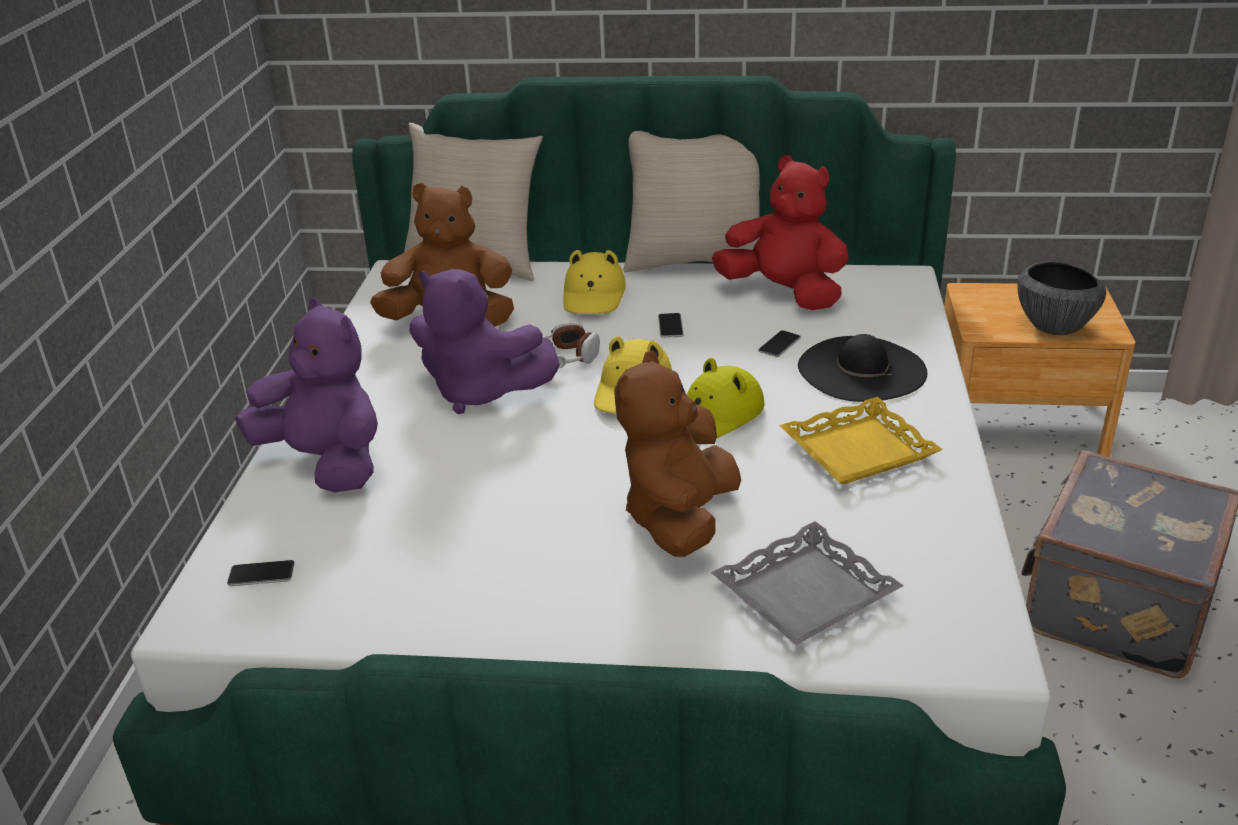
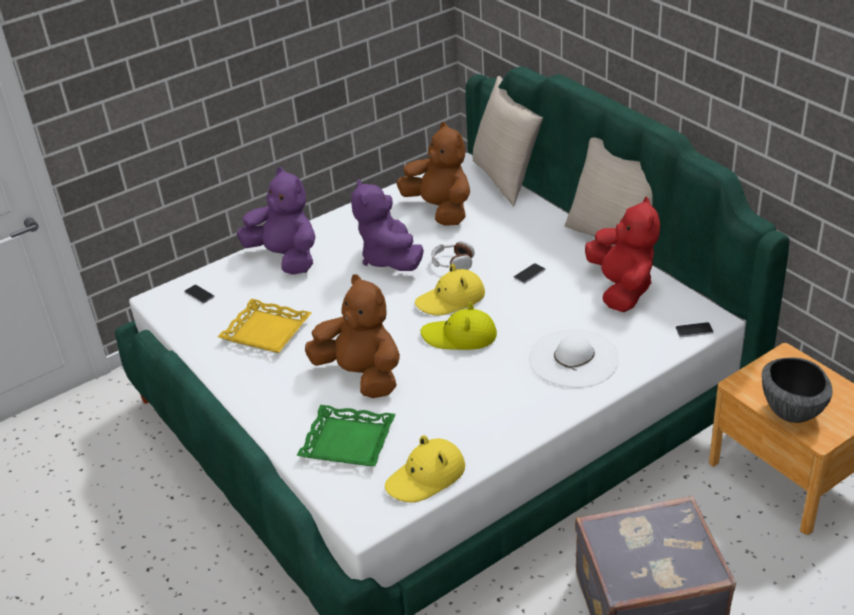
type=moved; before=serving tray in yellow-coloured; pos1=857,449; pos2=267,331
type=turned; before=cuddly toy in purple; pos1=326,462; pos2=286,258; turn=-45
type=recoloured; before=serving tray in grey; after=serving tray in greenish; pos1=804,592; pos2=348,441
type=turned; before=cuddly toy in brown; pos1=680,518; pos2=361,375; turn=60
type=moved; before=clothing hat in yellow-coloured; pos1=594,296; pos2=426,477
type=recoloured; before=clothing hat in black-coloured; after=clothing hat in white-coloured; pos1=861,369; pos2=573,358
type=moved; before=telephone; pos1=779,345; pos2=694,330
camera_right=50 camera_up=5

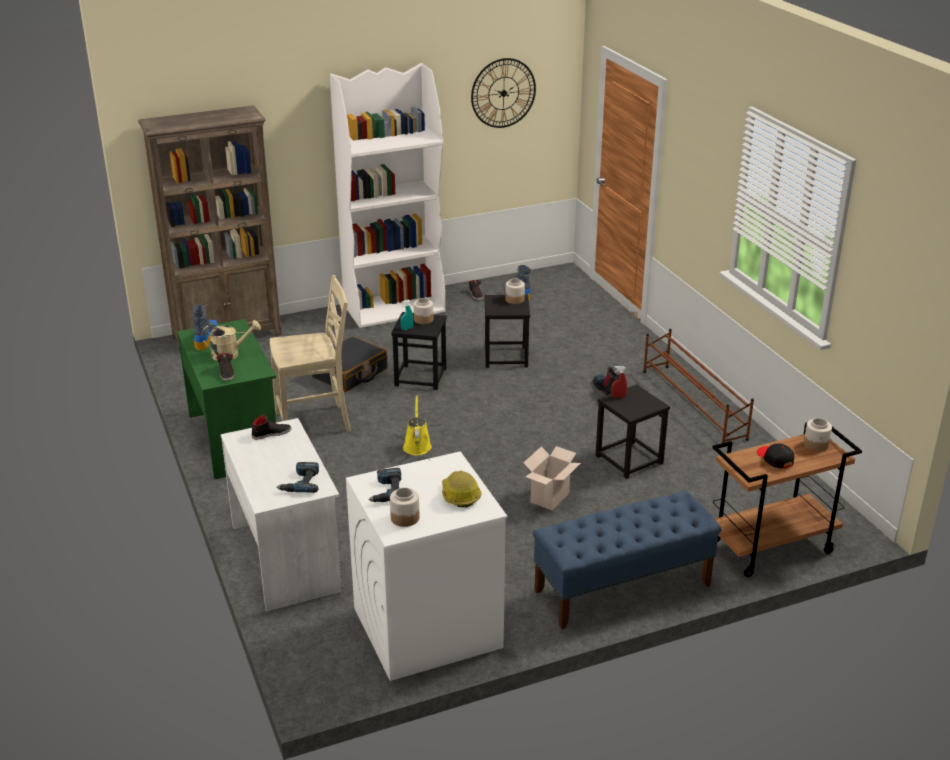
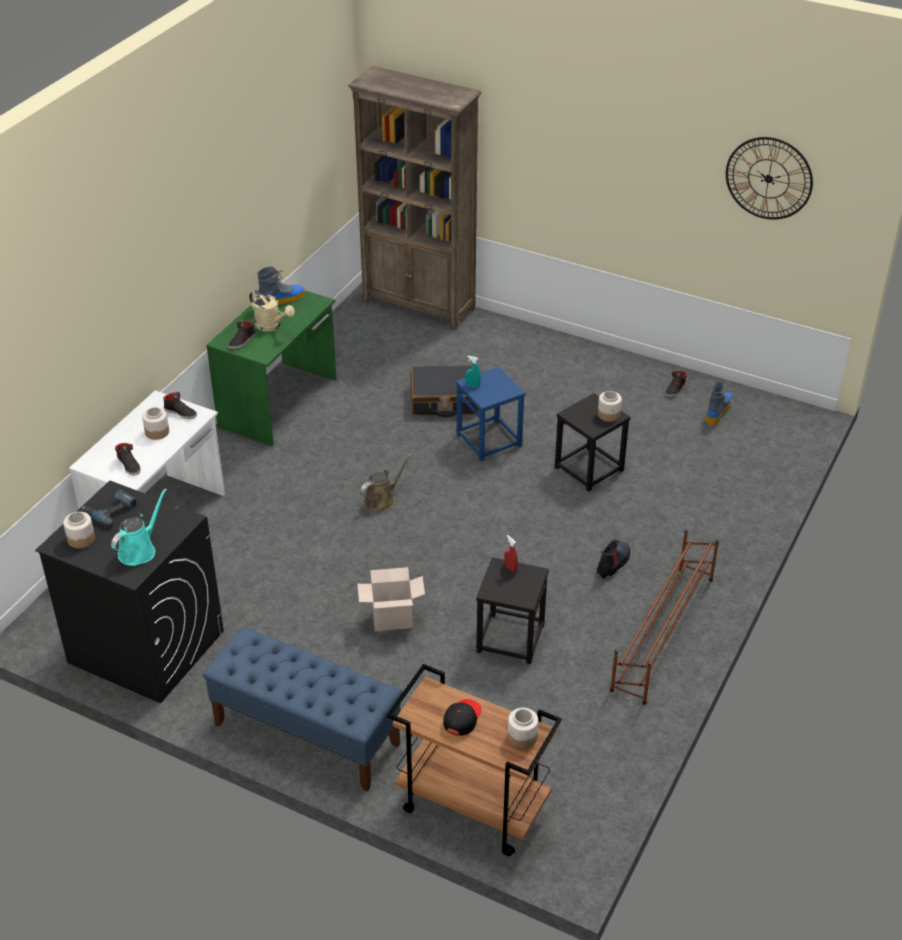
type=recoloured; before=washing machine in white-coloured; after=washing machine in black-coloured; pos1=426,628; pos2=145,646
type=replaced; before=work helmet; after=watering pot in blue-green; pos1=460,495; pos2=139,550
type=replaced; before=power drill; after=item of footwear in black-coloured; pos1=300,482; pos2=129,465
type=moved; before=storage jar; pos1=423,319; pos2=157,432
type=recoloured; before=watering pot in yellow-coloured; after=watering pot in brown; pos1=417,445; pos2=382,500
type=recoloured; before=sitting stool in black-coloured; after=sitting stool in bluish; pos1=420,377; pos2=489,440
type=removed; before=upright chair in beige-coloured; pos1=315,423
type=removed; before=bookcase in white-coloured; pos1=394,308
camera_right=50 camera_up=10

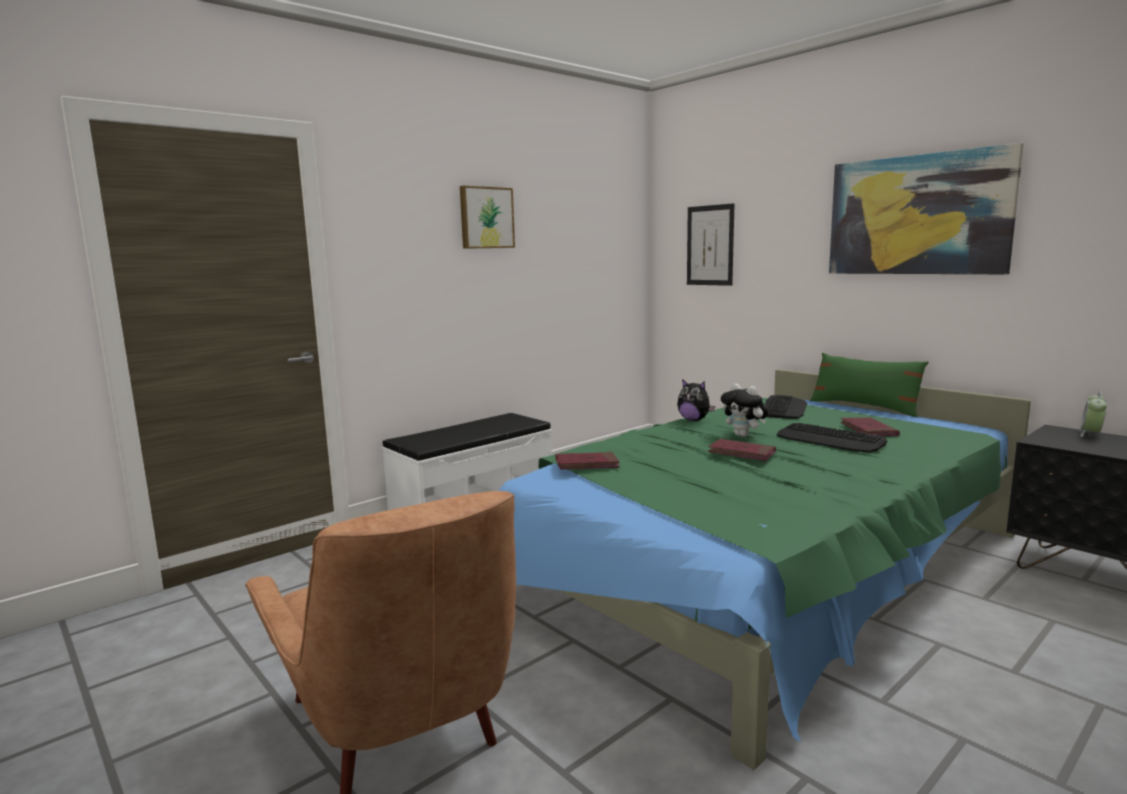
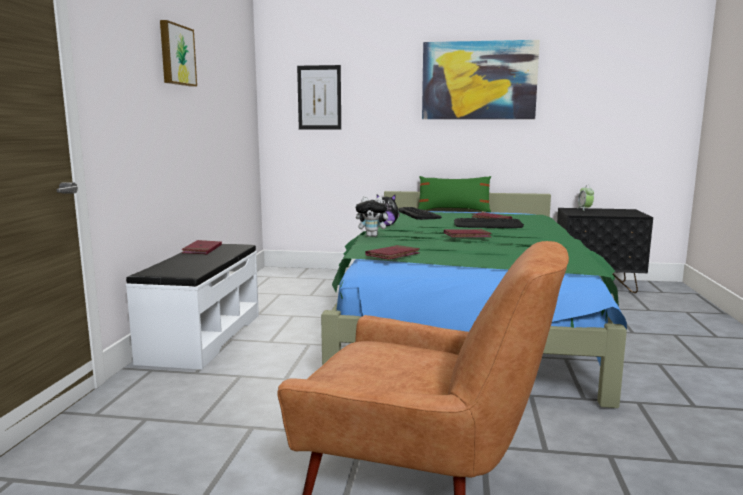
type=added; after=volume in red; pos2=202,249
type=moved; before=cuddly toy; pos1=744,435; pos2=373,236
camera_right=-40 camera_up=0

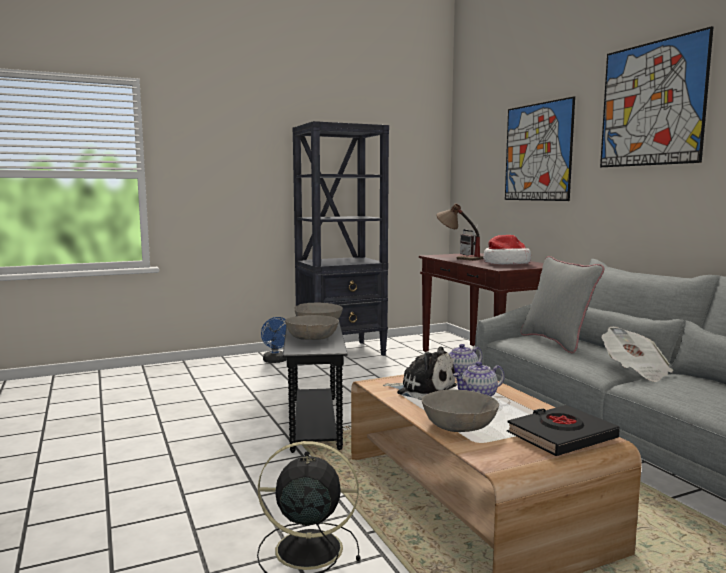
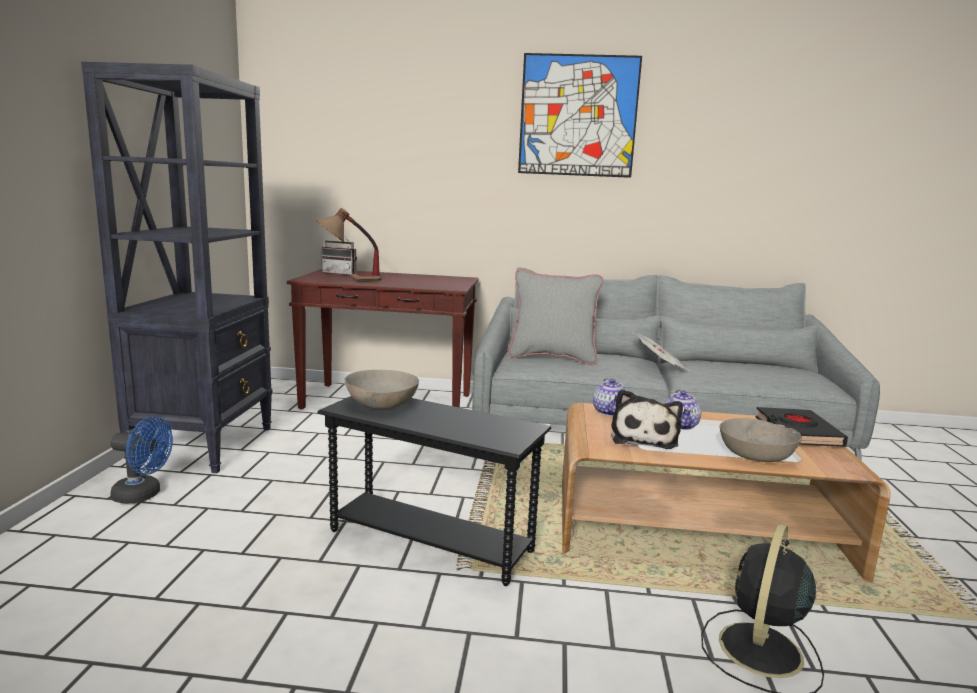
type=turned; before=cuddly toy; pos1=423,390; pos2=644,438; turn=135
type=removed; before=deep dish in grey; pos1=312,337
type=removed; before=clothing hat; pos1=505,264
type=removed; before=picture; pos1=537,152
camera_right=-60 camera_up=5

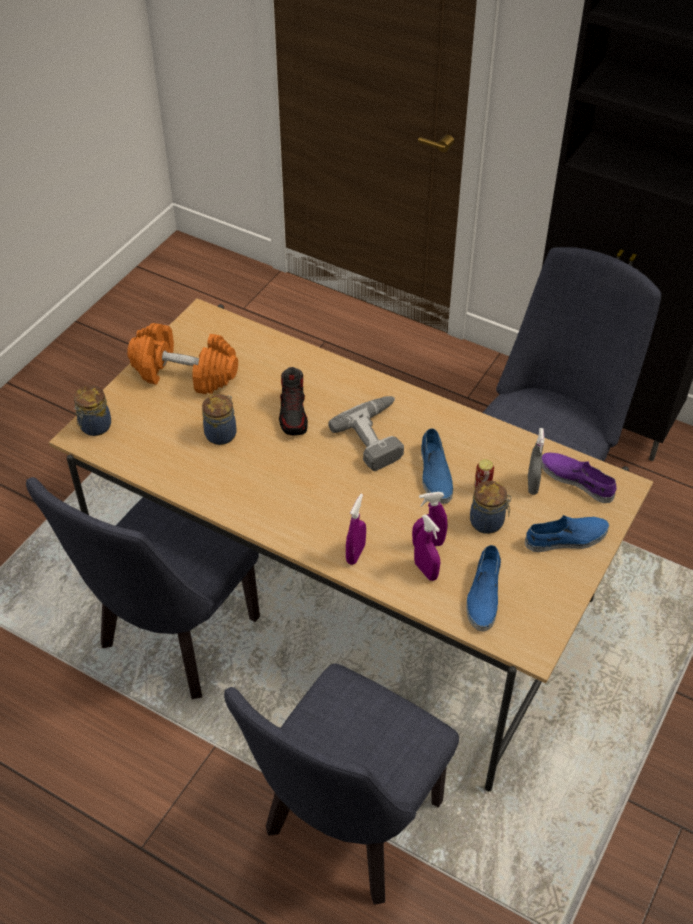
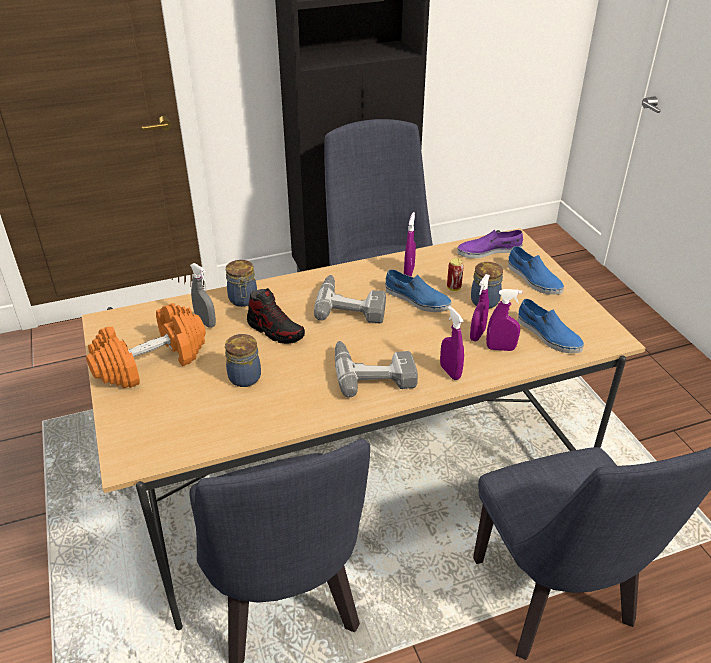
type=moved; before=spray bottle in grey; pos1=532,485; pos2=206,322
type=moved; before=storage jar; pos1=94,427; pos2=243,300
type=added; after=power drill; pos2=373,371
type=added; after=spray bottle in purple; pos2=409,272
type=turned; before=item of footwear in bluish; pos1=566,539; pos2=533,279; turn=120
camera_right=-50 camera_up=-10

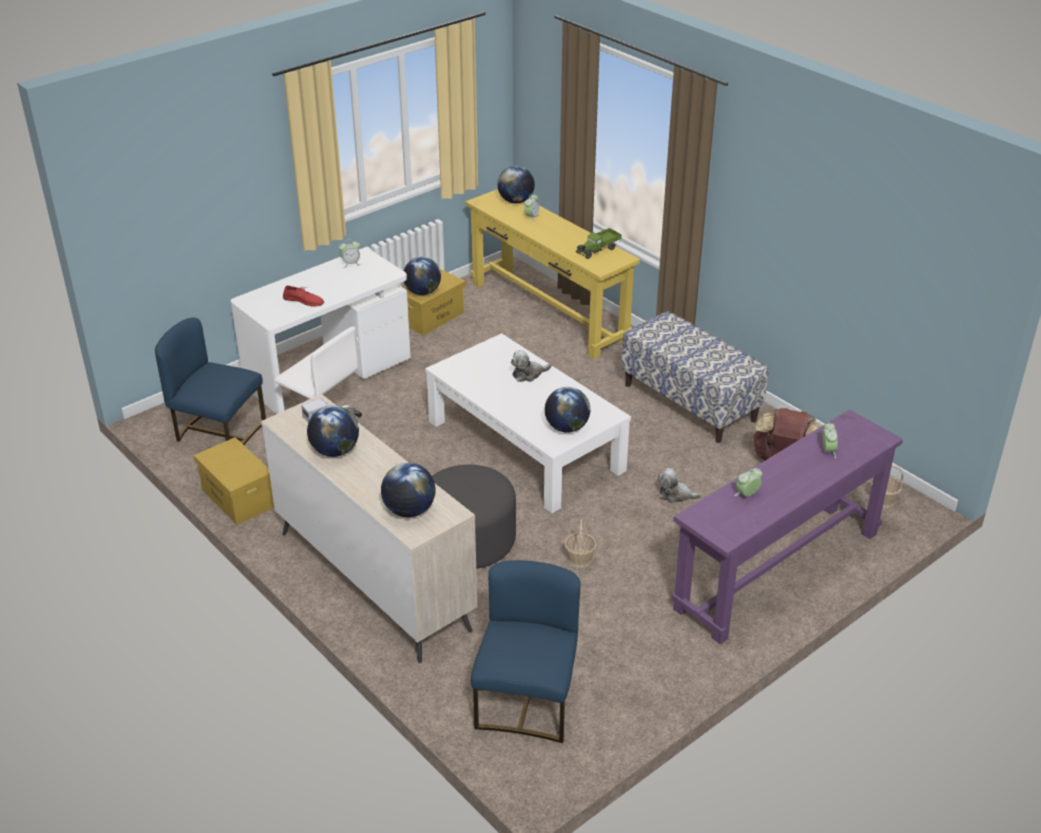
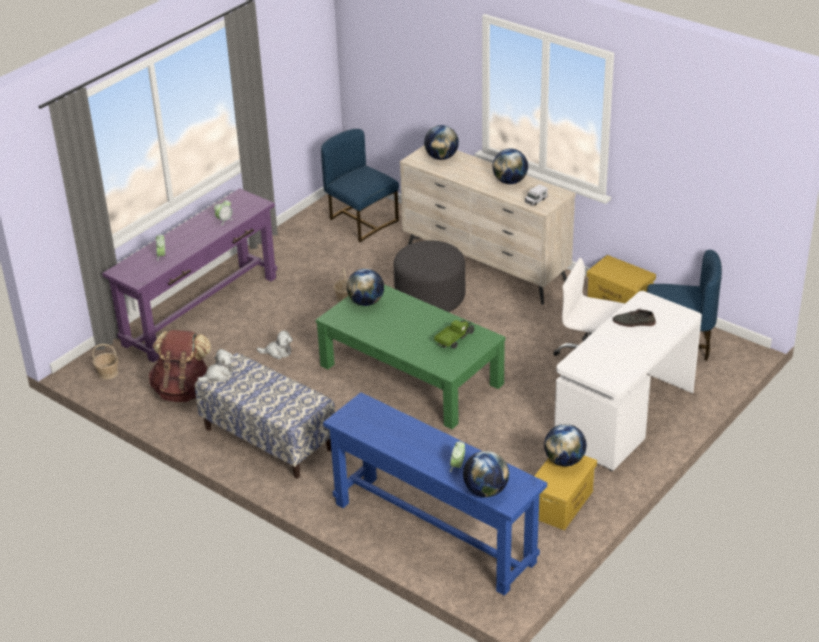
type=moved; before=cuddly toy; pos1=528,374; pos2=218,375
type=recoloured; before=coffee table in white-coloured; after=coffee table in greenish; pos1=524,445; pos2=411,375
type=turned; before=upright chair in bluish; pos1=527,701; pos2=361,221; turn=135
type=recoloured; before=narrow table in yellow-coloured; after=narrow table in bluish; pos1=548,311; pos2=434,532
type=moved; before=toy lorry; pos1=598,250; pos2=454,339
type=recoloured; before=item of footwear in red; after=item of footwear in grey; pos1=303,300; pos2=634,322
type=removed; before=alarm clock; pos1=351,264
camera_right=170 camera_up=0

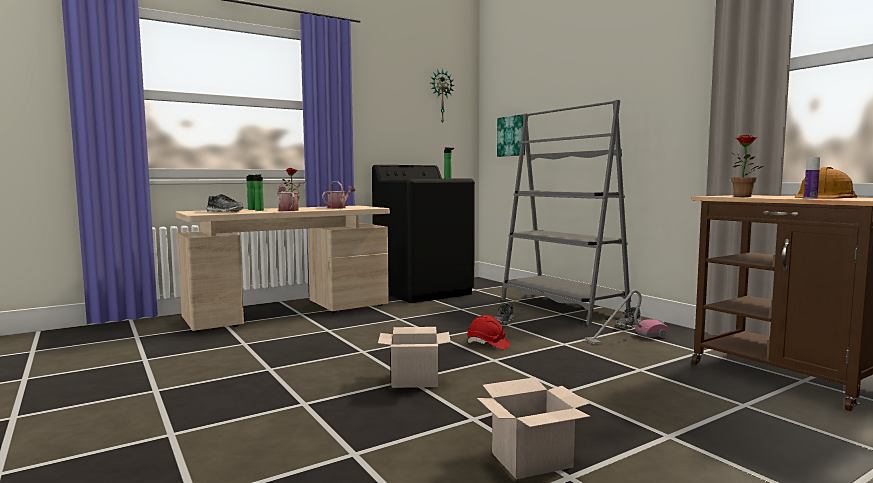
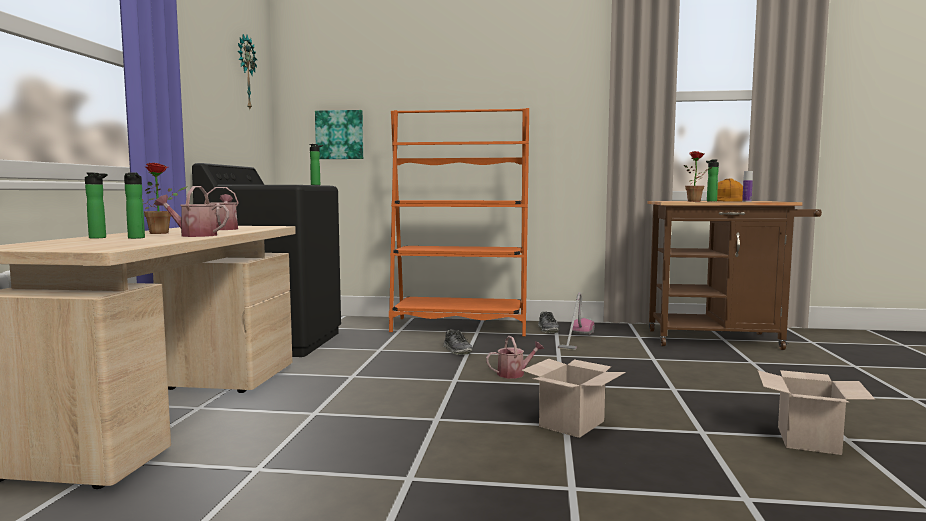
type=recoloured; before=bookcase in grey; after=bookcase in orangey; pos1=562,307; pos2=459,327
type=replaced; before=work helmet in red; after=watering pot; pos1=487,344; pos2=514,374
type=added; after=drink bottle; pos2=710,201
type=removed; before=item of footwear; pos1=224,212
camera_right=-50 camera_up=0

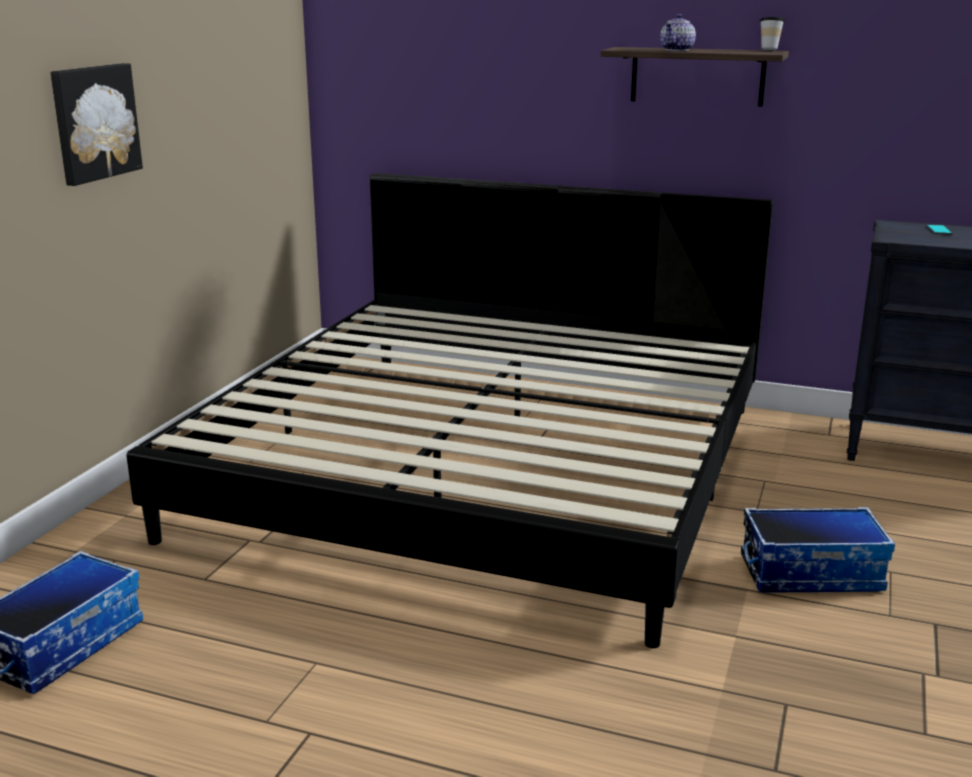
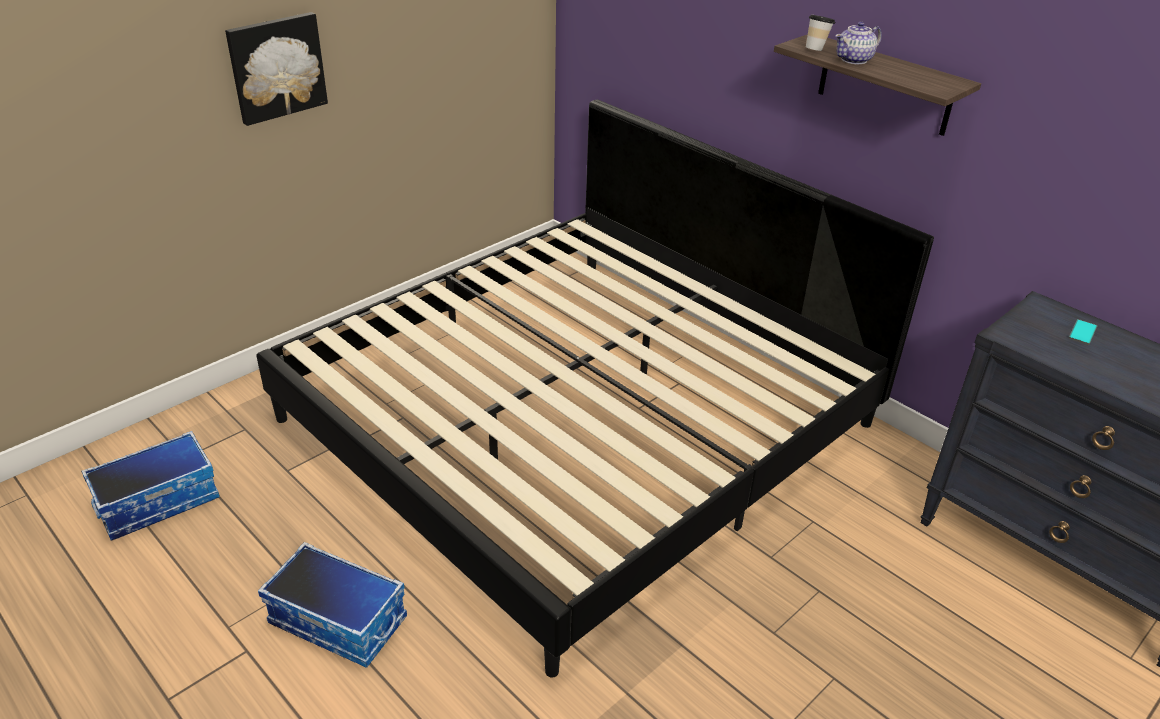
type=moved; before=storage bin; pos1=811,573; pos2=339,620
type=moved; before=cup; pos1=769,50; pos2=816,49
camera_right=25 camera_up=15

